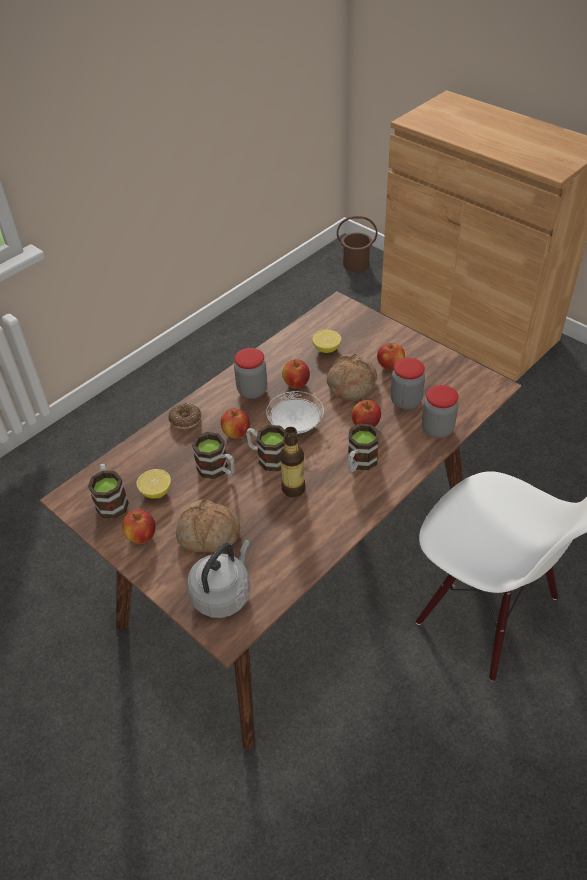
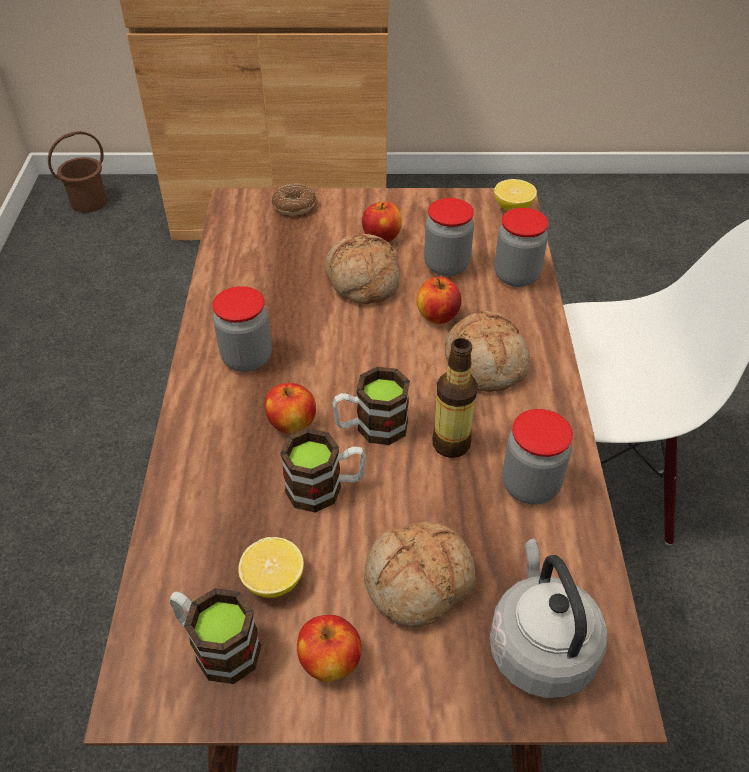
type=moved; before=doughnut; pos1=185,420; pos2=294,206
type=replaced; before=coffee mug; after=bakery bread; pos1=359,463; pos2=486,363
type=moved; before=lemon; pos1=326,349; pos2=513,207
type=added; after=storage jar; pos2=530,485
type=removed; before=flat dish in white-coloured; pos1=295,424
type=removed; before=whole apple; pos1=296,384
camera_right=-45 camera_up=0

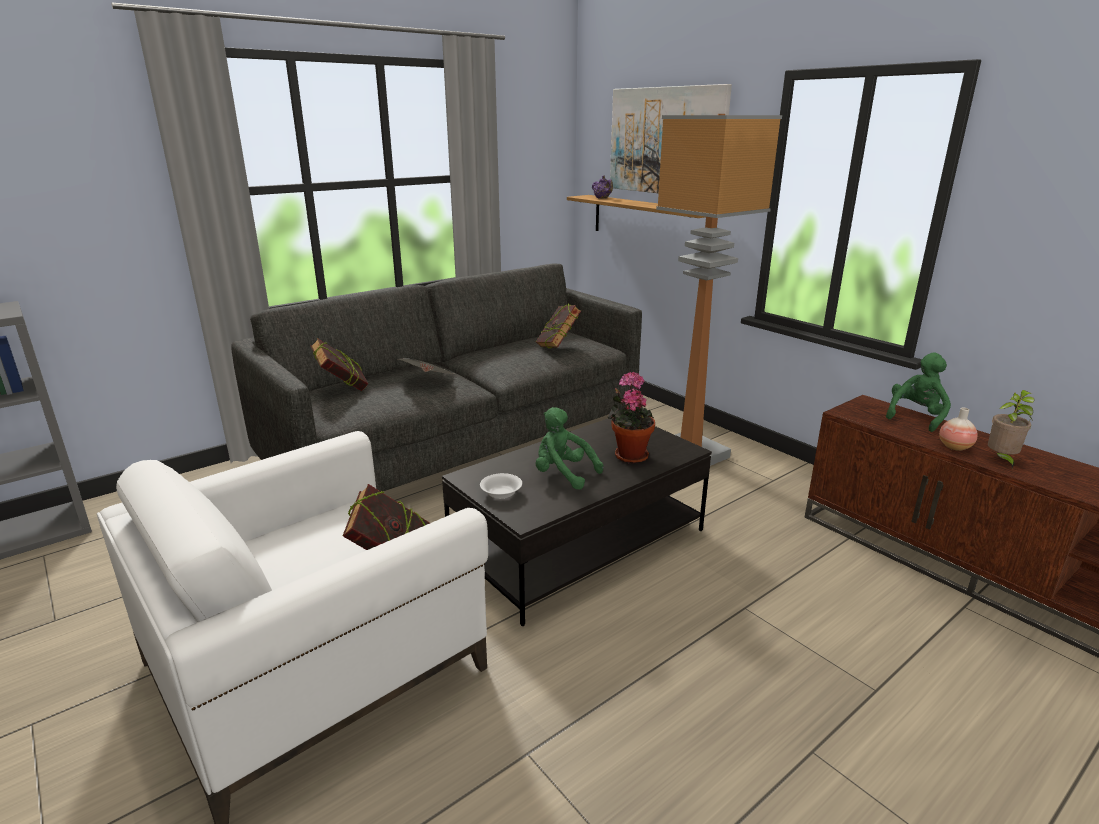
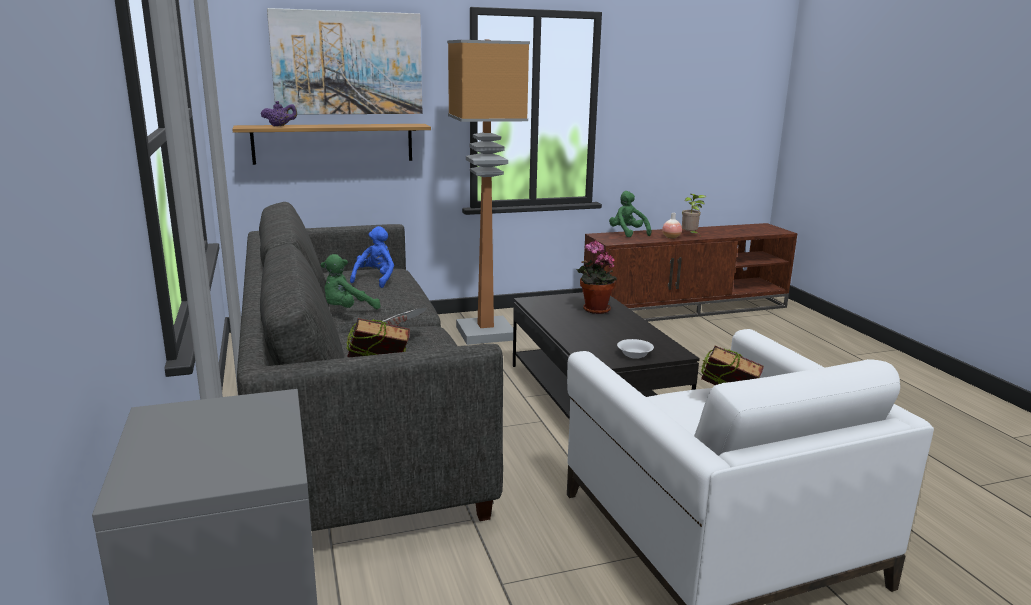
type=moved; before=cuddly toy in greenish; pos1=563,474; pos2=347,310
type=replaced; before=volume; after=cuddly toy in bluish; pos1=558,348; pos2=376,279
camera_right=-70 camera_up=-5

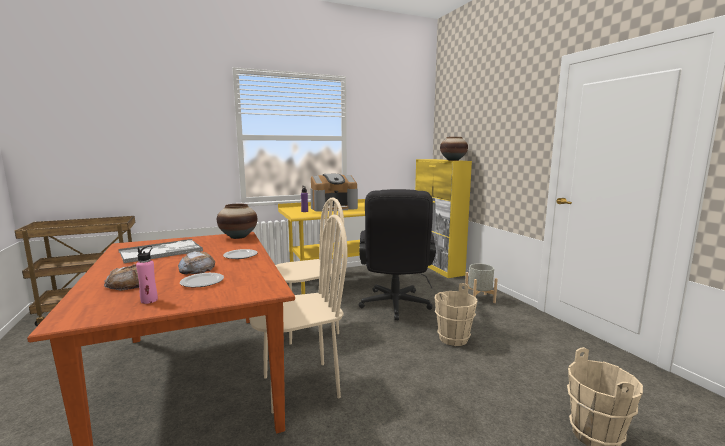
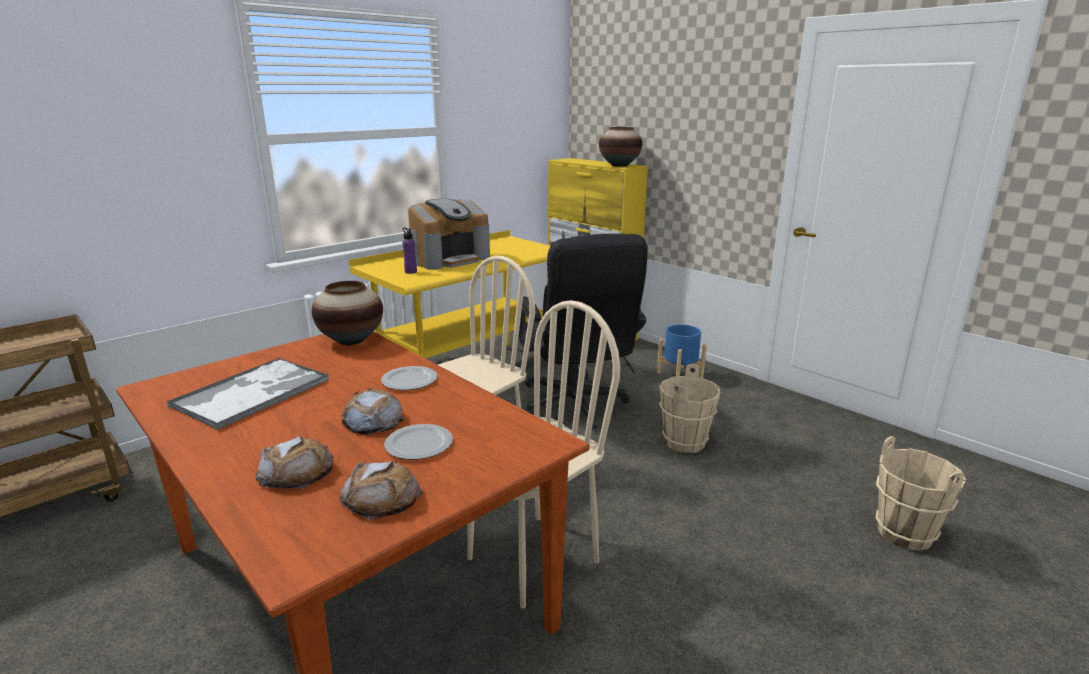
type=replaced; before=drink bottle in pinkish; after=bakery bread; pos1=149,300; pos2=382,497
type=recoloured; before=plant pot in grey; after=plant pot in bluish; pos1=479,299; pos2=679,375
camera_right=-20 camera_up=10

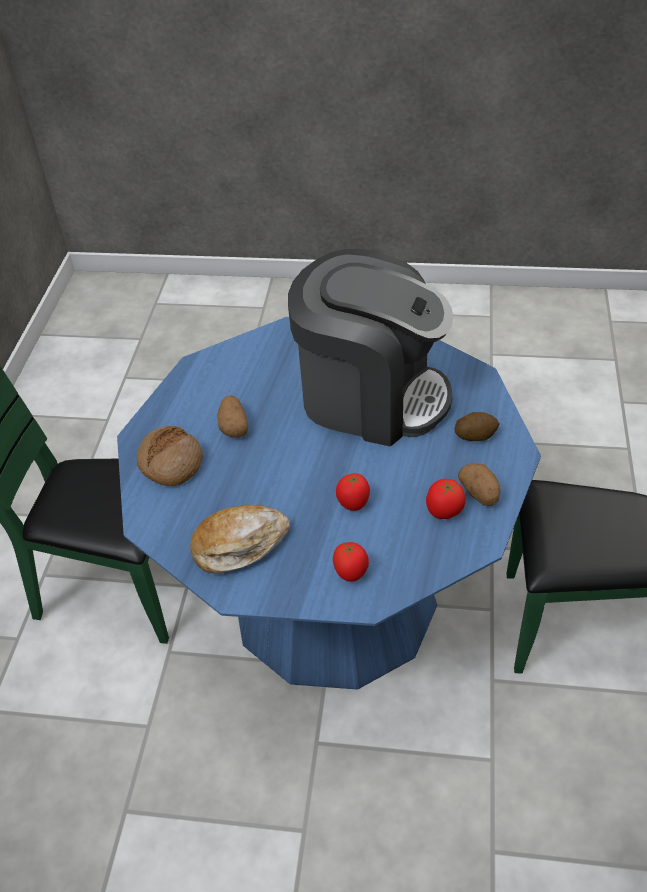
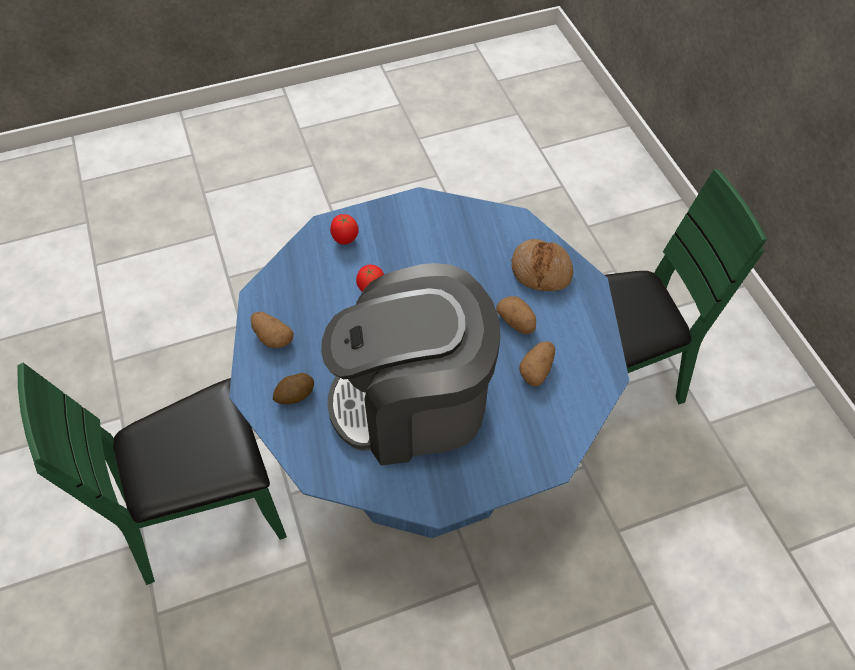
type=added; after=potato; pos2=537,370
type=removed; before=bakery bread; pos1=239,545
type=removed; before=fresh tomato; pos1=444,511
camera_right=150 camera_up=10

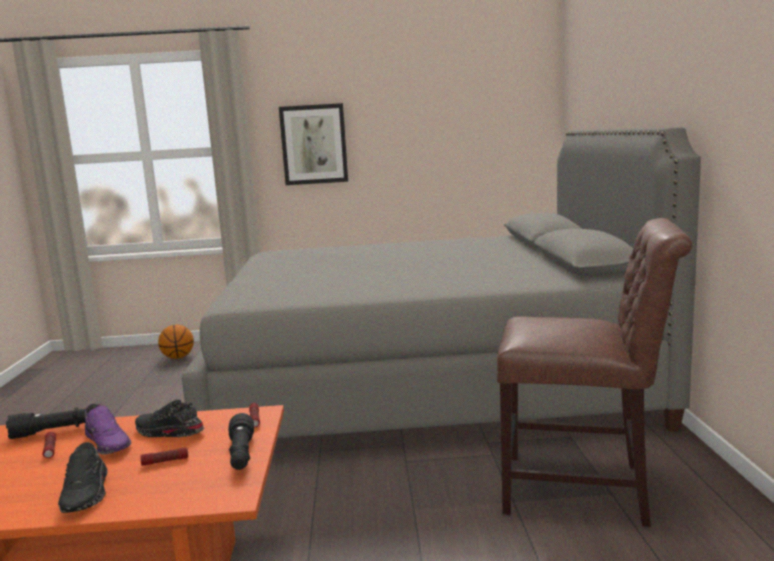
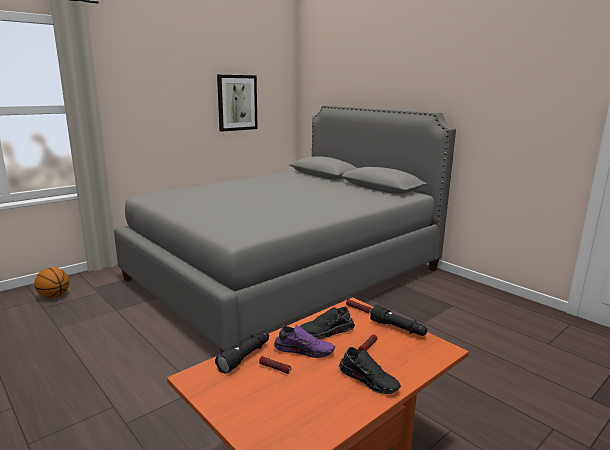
type=moved; before=picture; pos1=314,144; pos2=237,103
type=removed; before=upright chair in brown; pos1=584,490
camera_right=-40 camera_up=5

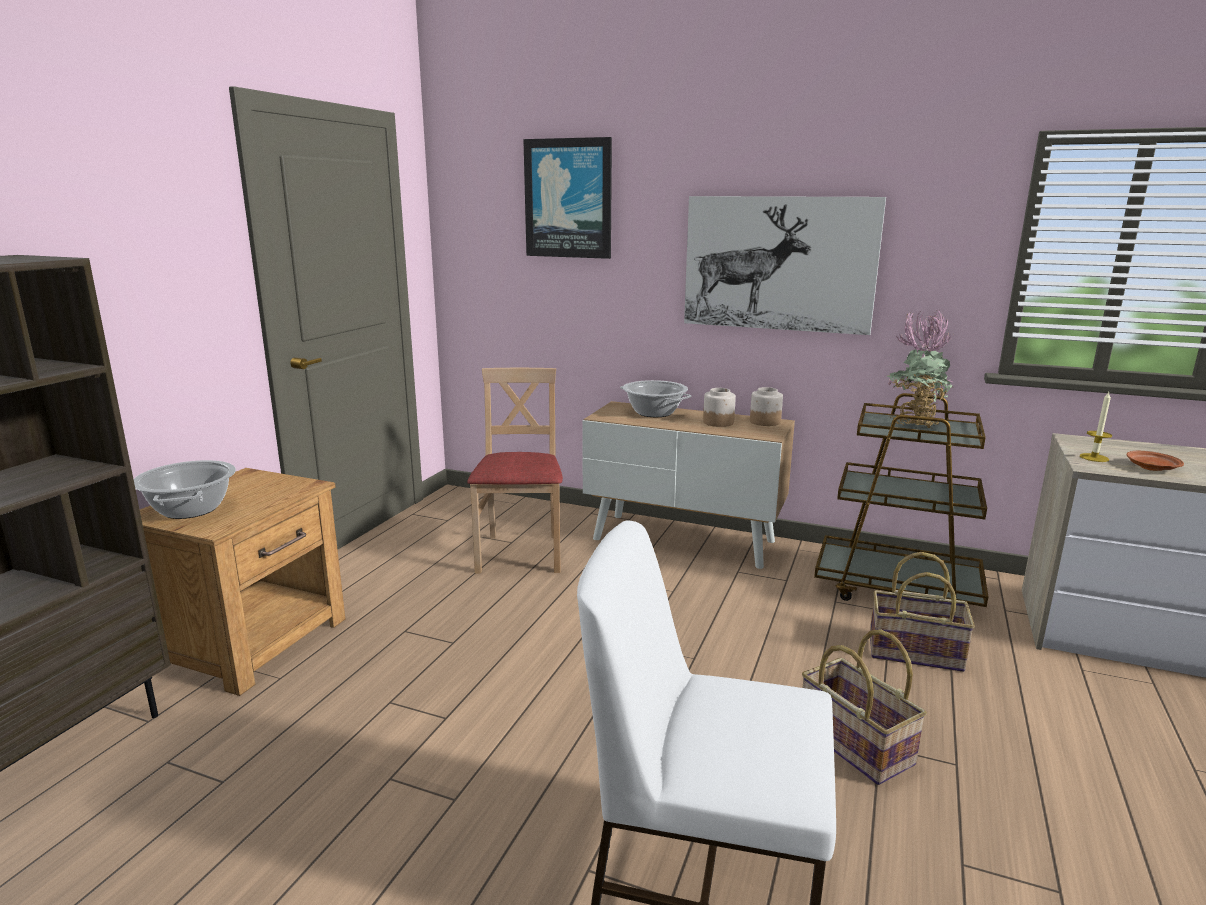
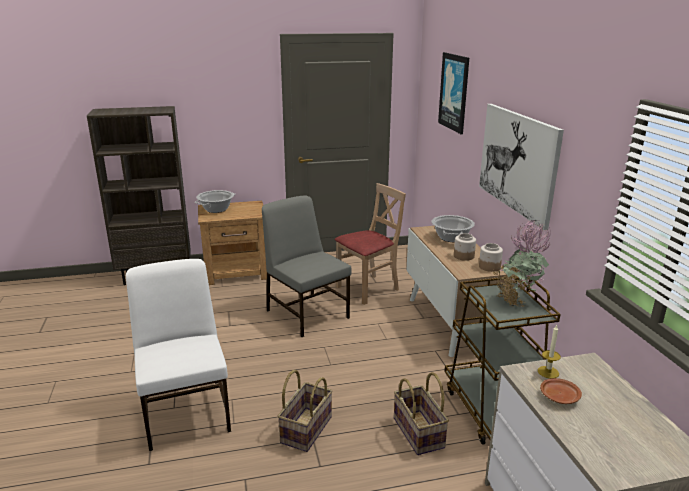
type=added; after=upright chair in grey; pos2=307,313
camera_right=55 camera_up=5

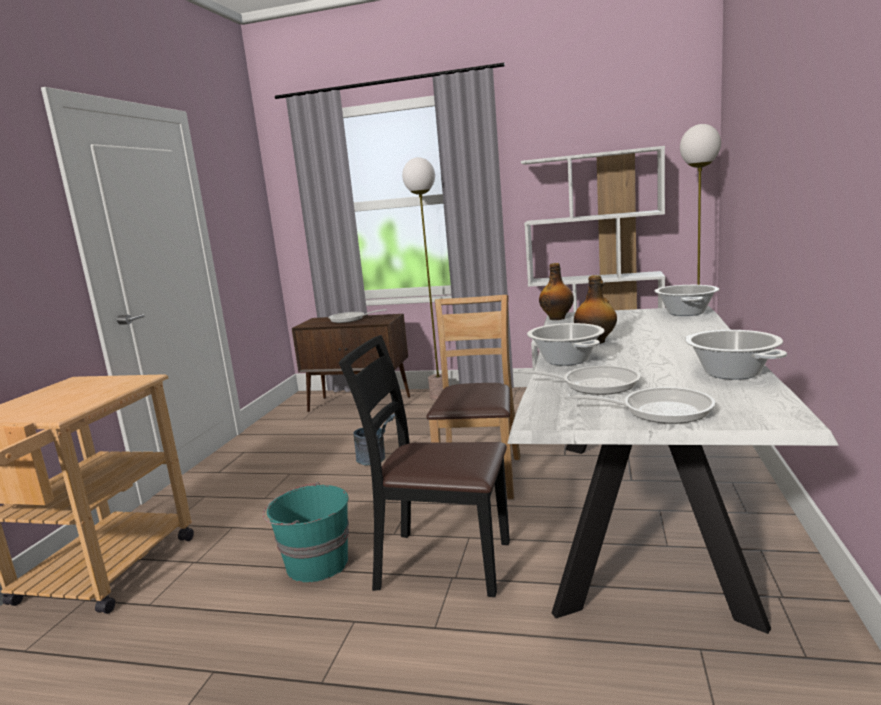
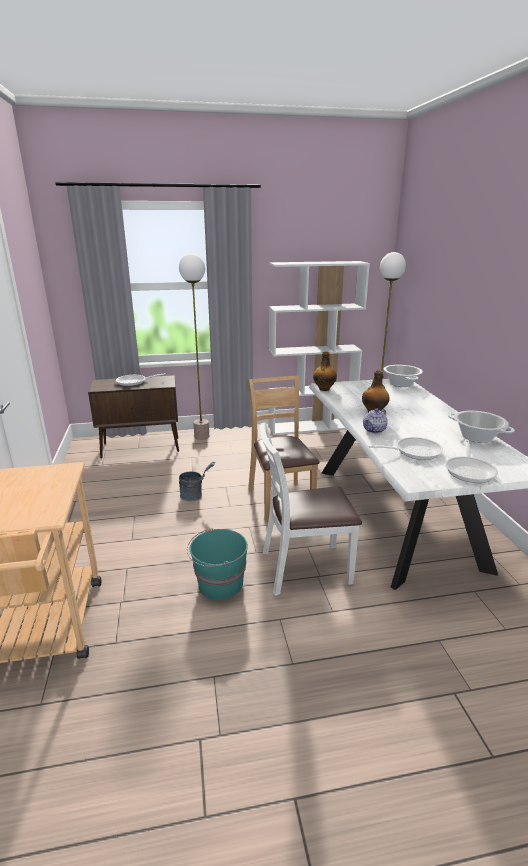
type=recoloured; before=upright chair in black-coloured; after=upright chair in white-coloured; pos1=442,563; pos2=304,568
type=replaced; before=stockpot; after=teapot; pos1=566,360; pos2=374,430
type=turned; before=pan; pos1=658,411; pos2=470,470; turn=120
camera_right=-25 camera_up=10

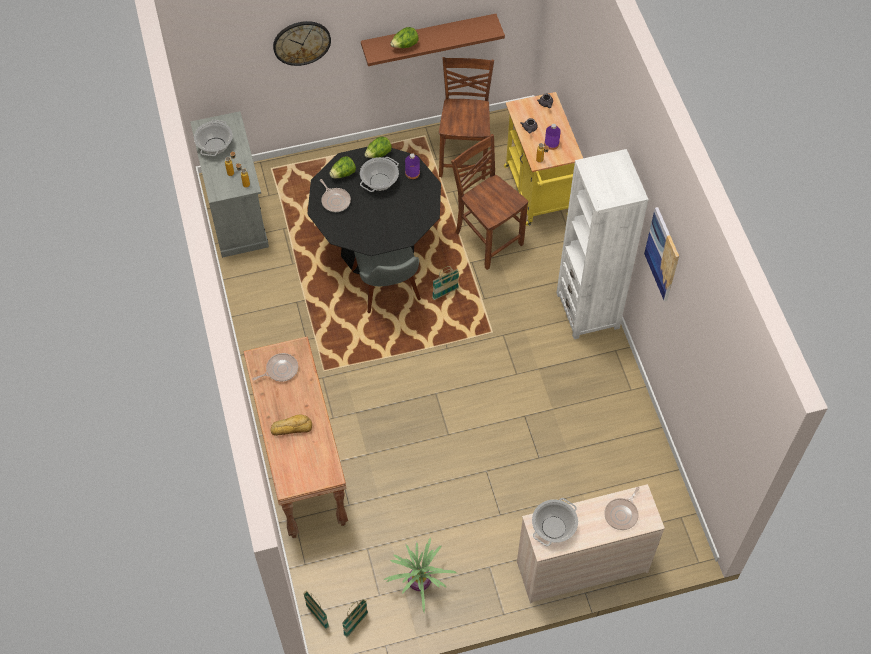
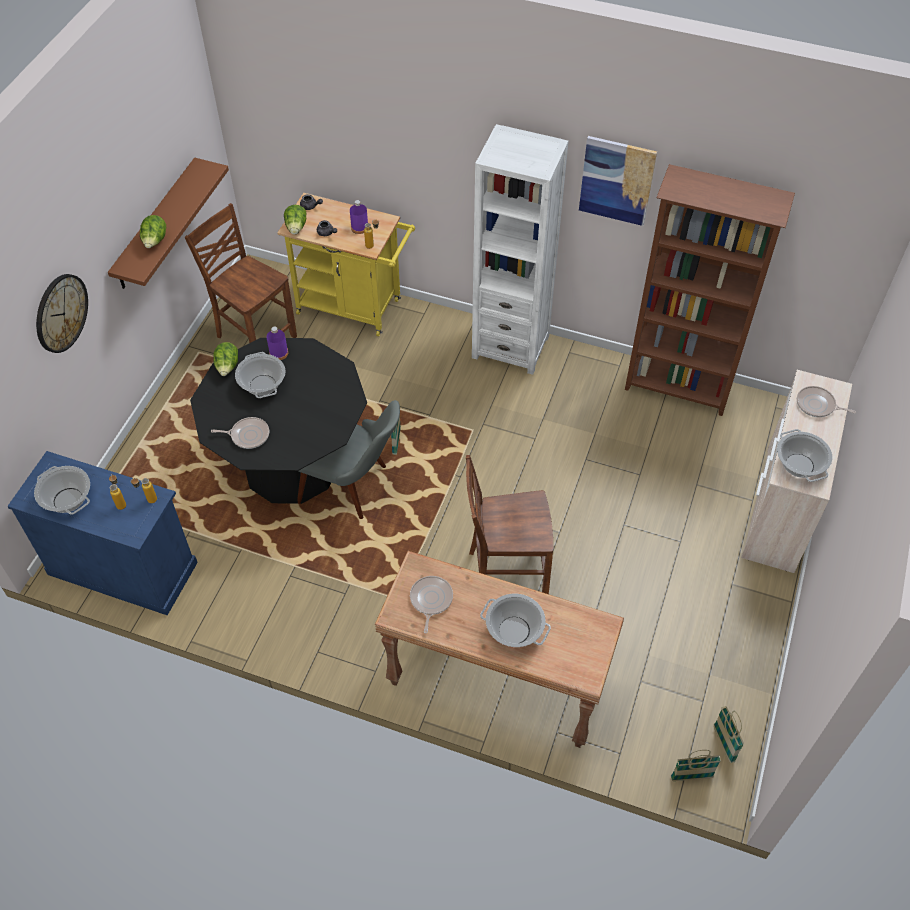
type=recoloured; before=cabinet in grey; after=cabinet in bluish; pos1=236,212; pos2=123,568
type=moved; before=lettuce; pos1=343,174; pos2=296,228
type=moved; before=upright chair in brown; pos1=487,238; pos2=505,573
type=replaced; before=bakery bread; after=stockpot; pos1=291,427; pos2=514,630
type=added; after=bookcase in brown; pos2=678,389
type=turned; before=pan; pos1=622,514; pos2=817,405; turn=135
type=removed; before=houseplant; pos1=419,583
camera_right=-55 camera_up=-5

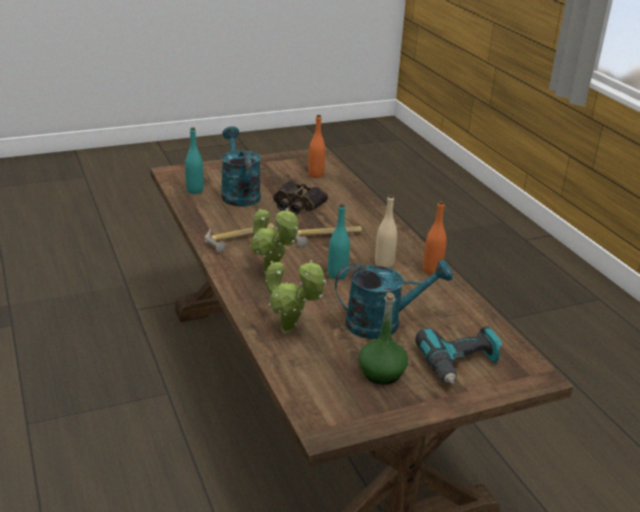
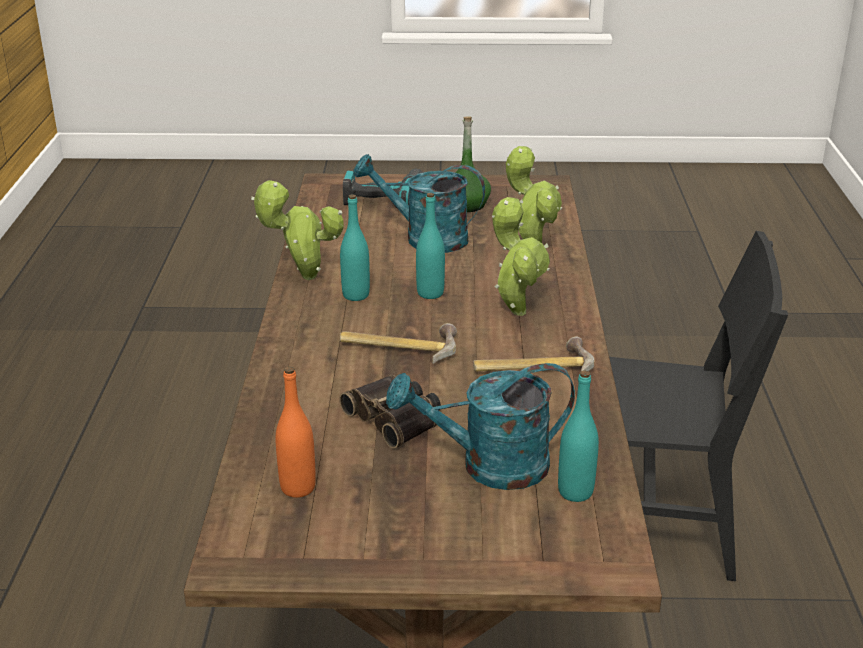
type=replaced; before=drink bottle in orangey; after=houseplant; pos1=432,271; pos2=303,277
type=recoloured; before=drink bottle in beige-coloured; after=drink bottle in blue-green; pos1=384,264; pos2=356,295
type=turned; before=watering pot in blue-green; pos1=238,193; pos2=489,467; turn=75
type=added; after=upright chair in black-coloured; pos2=650,525
camera_right=-155 camera_up=0

